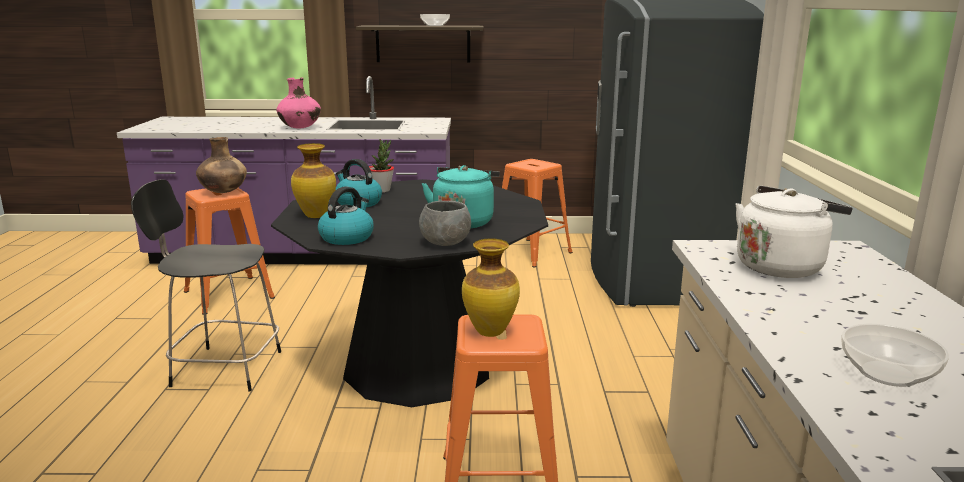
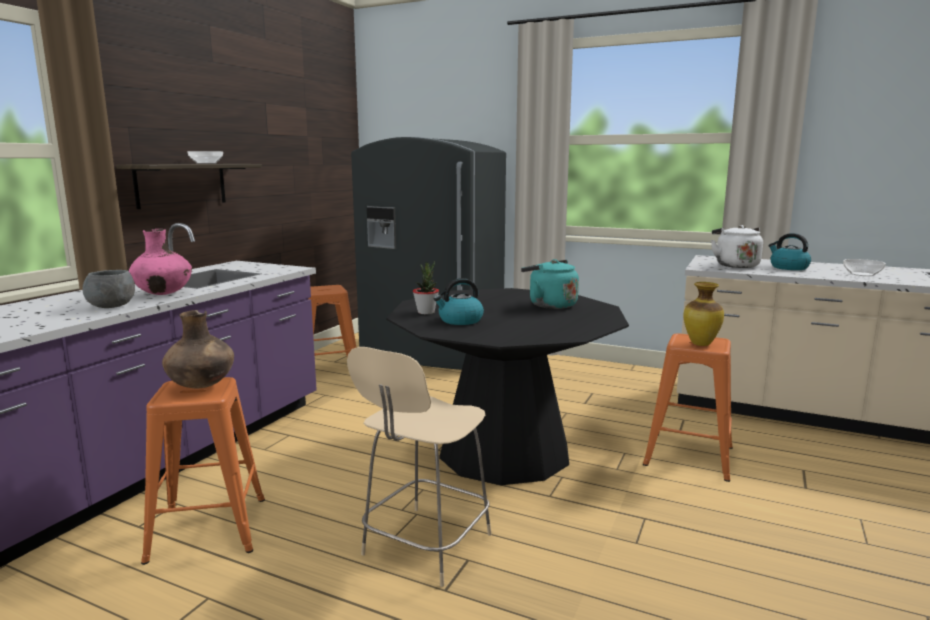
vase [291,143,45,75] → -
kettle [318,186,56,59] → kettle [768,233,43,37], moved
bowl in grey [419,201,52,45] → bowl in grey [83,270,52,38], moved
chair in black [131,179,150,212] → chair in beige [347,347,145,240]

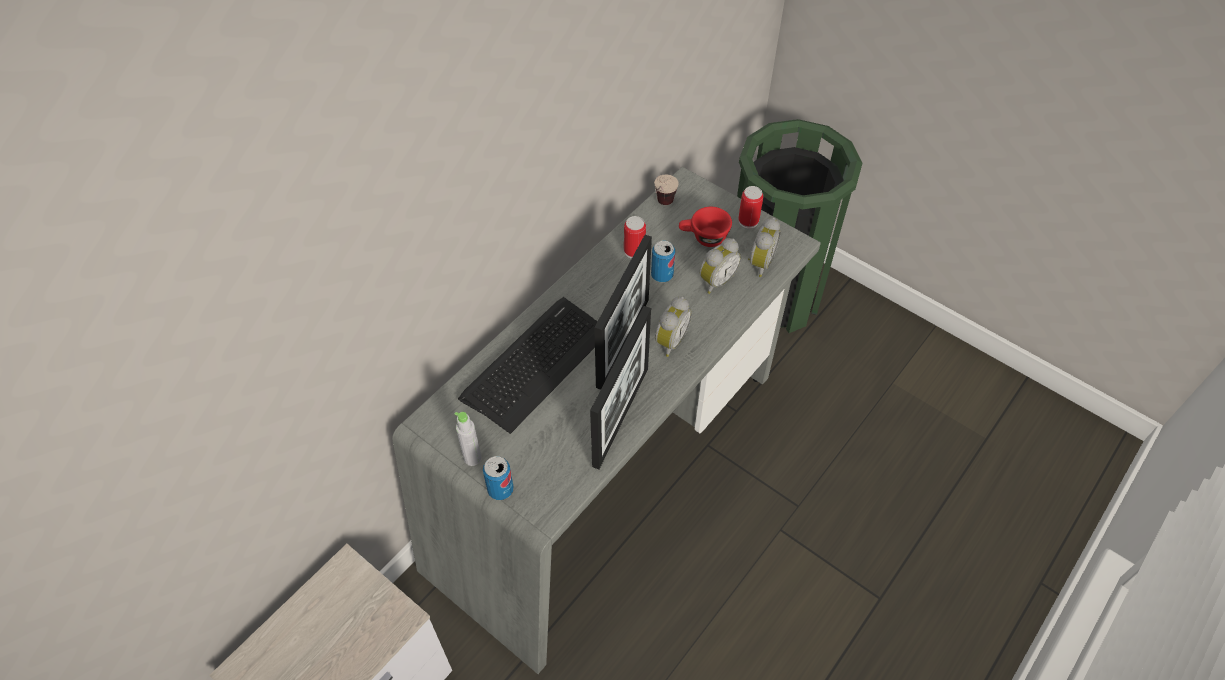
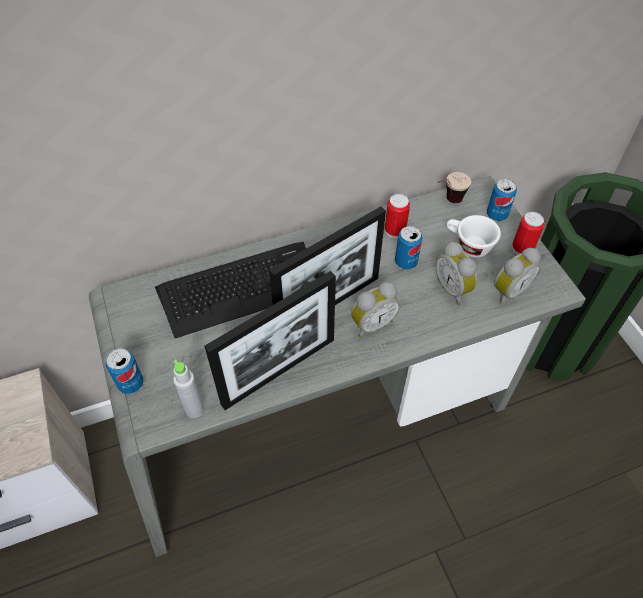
- → can [487,179,30,42]
bottle in grey [454,412,27,54] → bottle in grey [173,360,31,58], moved
cup in red [679,207,53,40] → cup in white [446,215,55,43]
alarm clock [700,238,41,56] → alarm clock [436,242,42,63], 75 degrees clockwise

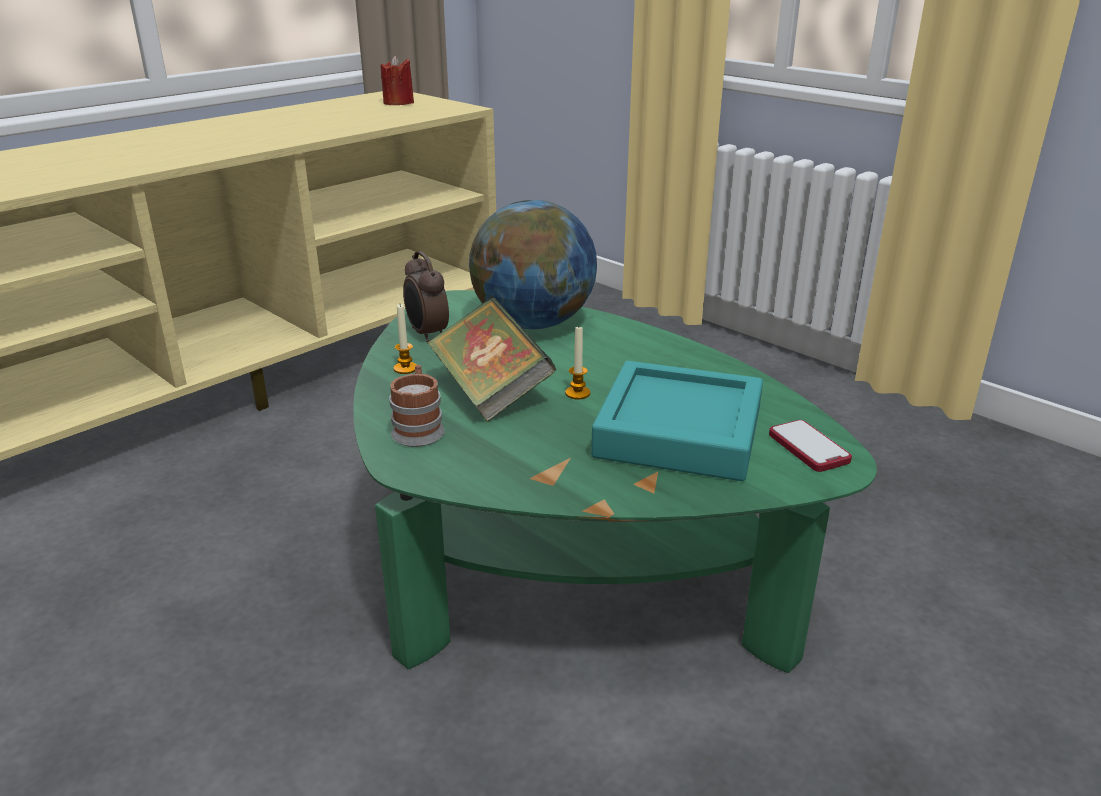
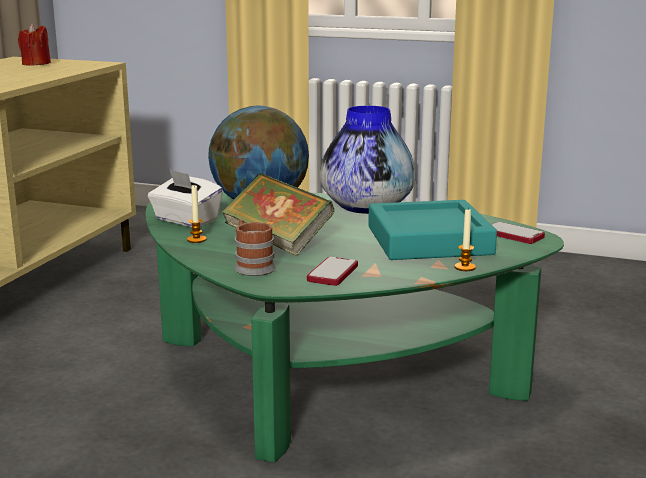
- → phone [307,257,51,29]
- → vase [320,106,96,108]
candle [565,327,25,72] → candle [455,209,21,62], moved
alarm clock [403,251,46,91] → tissue box in white [148,169,75,58]

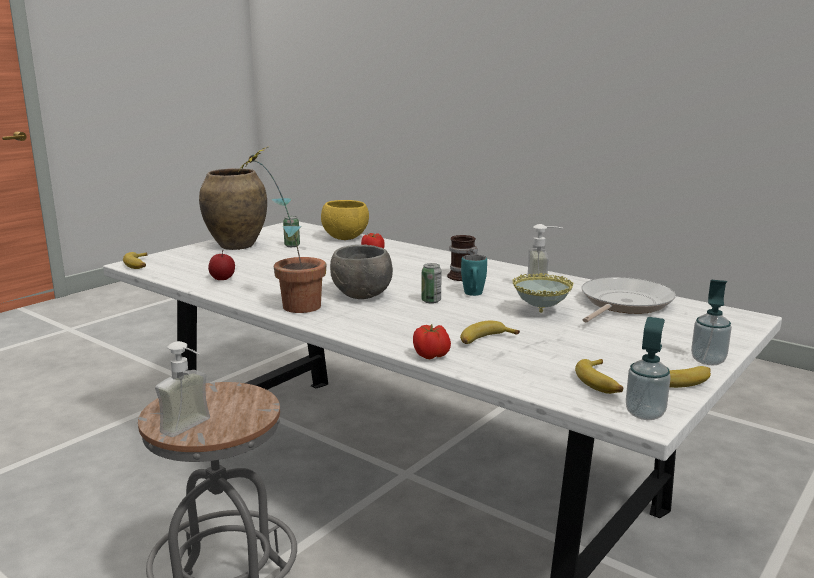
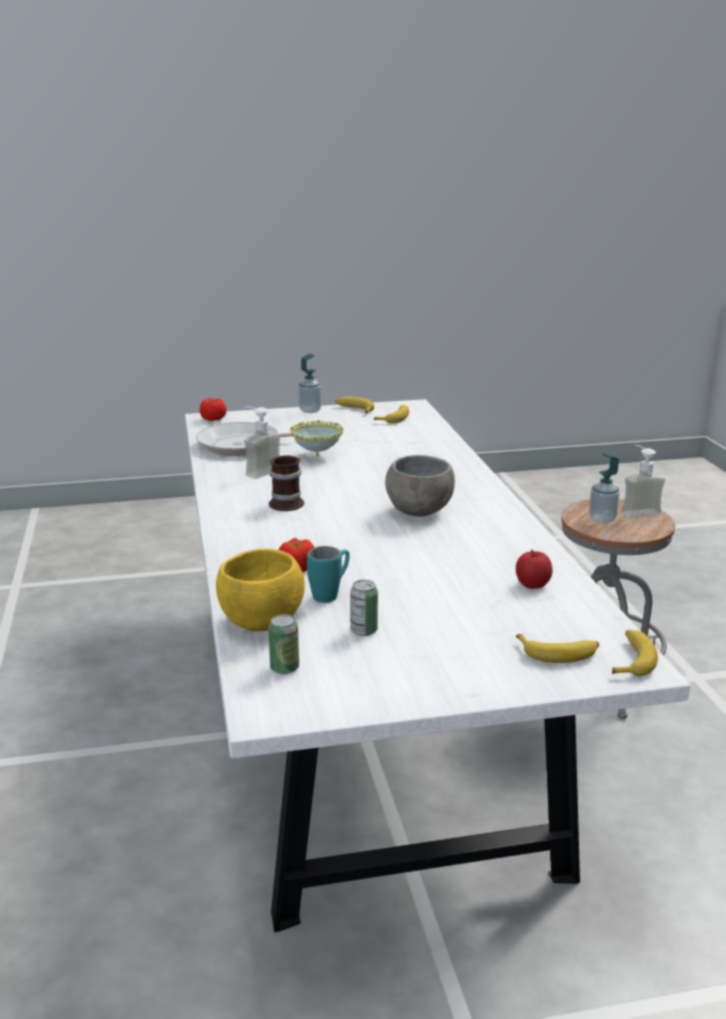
vase in brown [199,168,68,82] → -
potted plant [239,146,87,167] → -
tomato [413,324,38,35] → tomato [200,398,27,23], moved
can [421,263,21,41] → can [268,614,31,60], moved
banana [460,321,60,23] → banana [516,634,83,29], moved
mug in turquoise [461,254,26,42] → mug in turquoise [307,546,43,57], moved
soap dispenser [626,317,45,103] → soap dispenser [589,453,31,71], moved

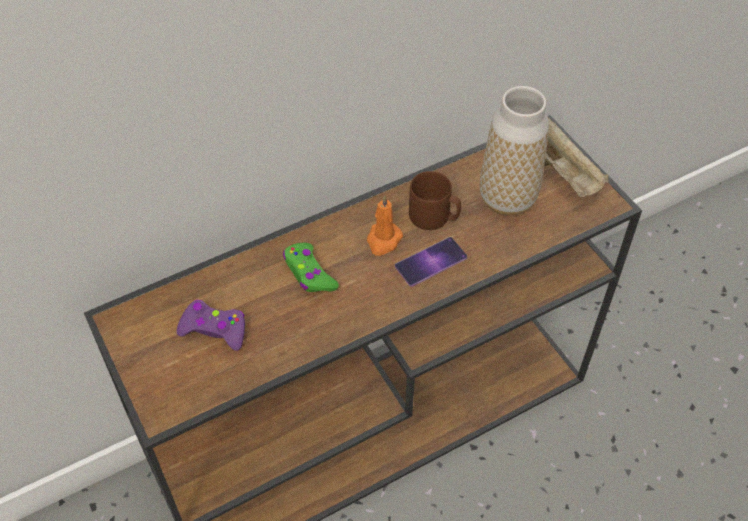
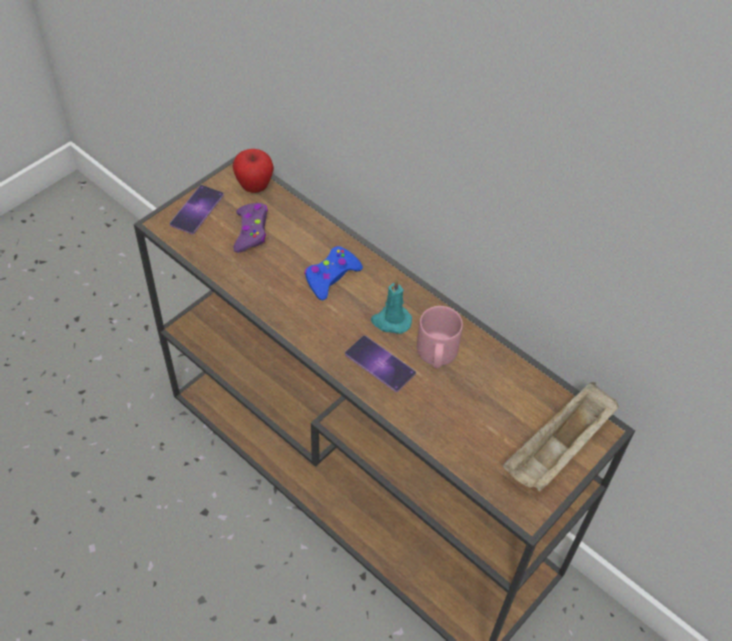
vase [480,86,69,130] → -
- → phone [170,185,54,49]
- → apple [232,149,42,44]
game controller in green [283,243,56,49] → game controller in blue [304,246,59,54]
candle in orange [367,195,36,61] → candle in turquoise [371,279,41,55]
mug in brown [409,171,52,59] → mug in pink [417,306,46,63]

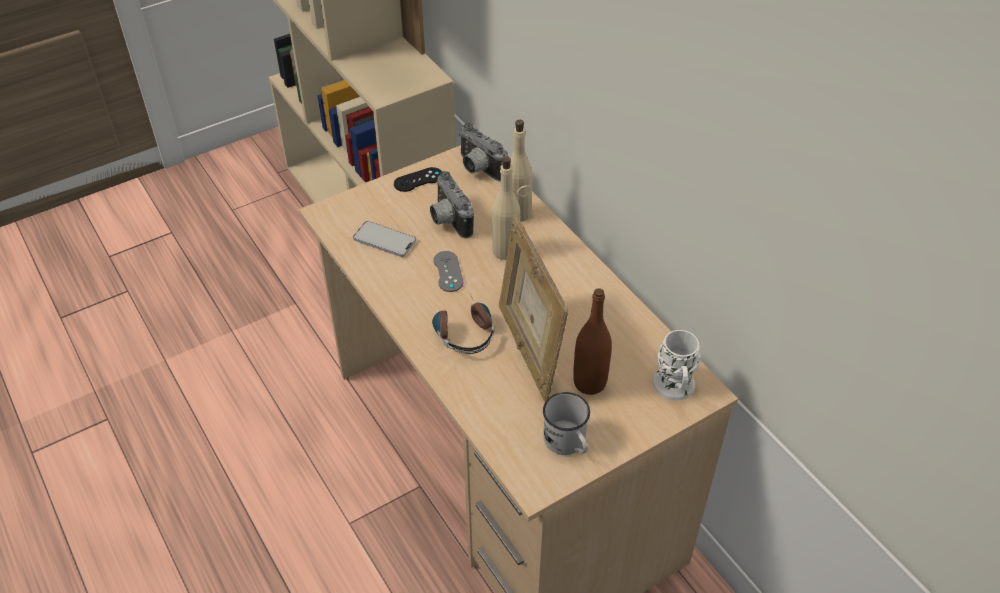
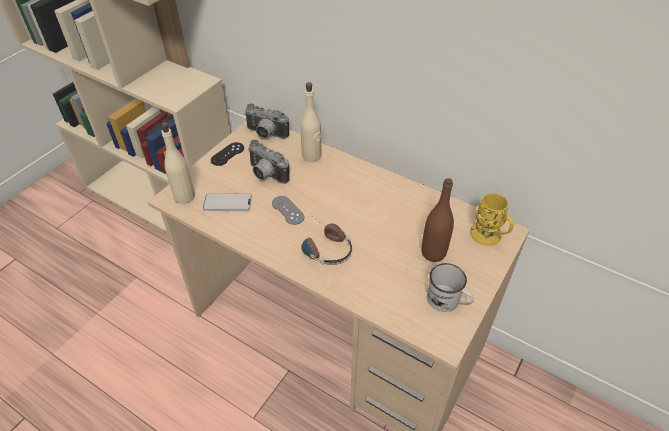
picture frame [499,214,69,188] → -
bottle in beige [492,156,29,104] → bottle in beige [161,122,34,82], moved
mug in white [652,330,49,70] → mug in yellow [470,193,44,52]

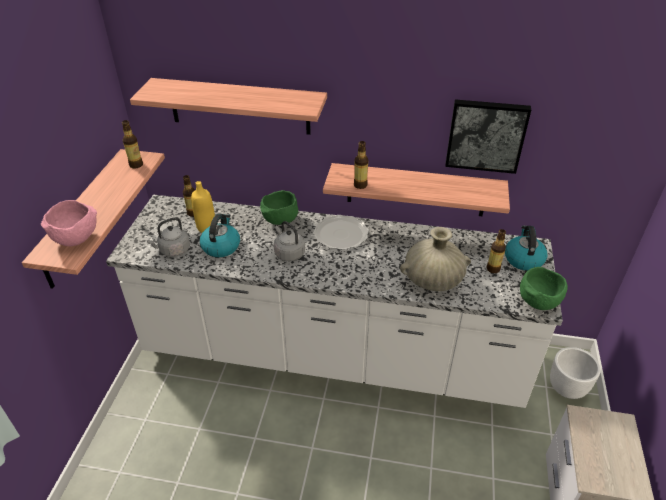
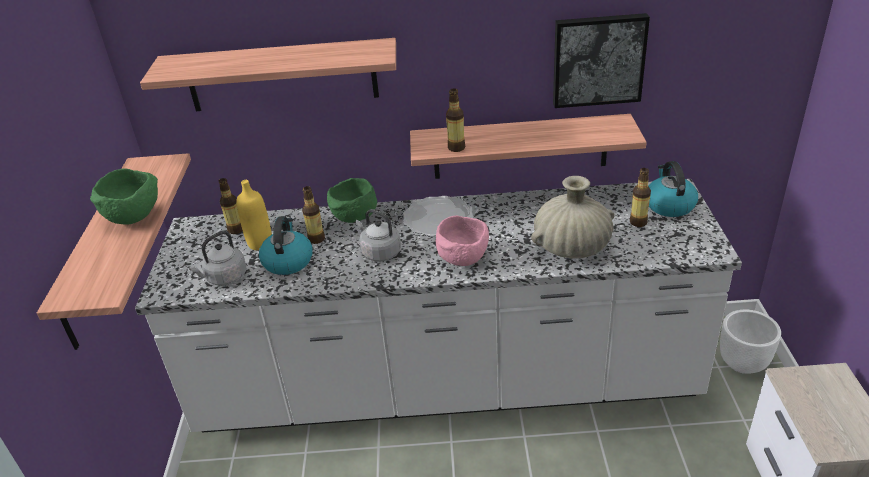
bowl in pink [41,200,56,46] → bowl in pink [436,216,53,50], moved
bottle [122,120,21,48] → bottle [302,186,23,58], moved
bowl in green [520,267,48,43] → bowl in green [90,169,68,55], moved

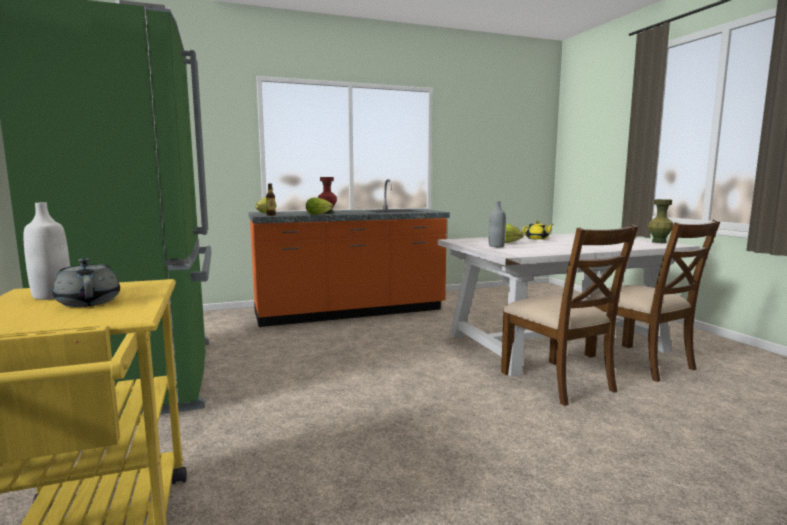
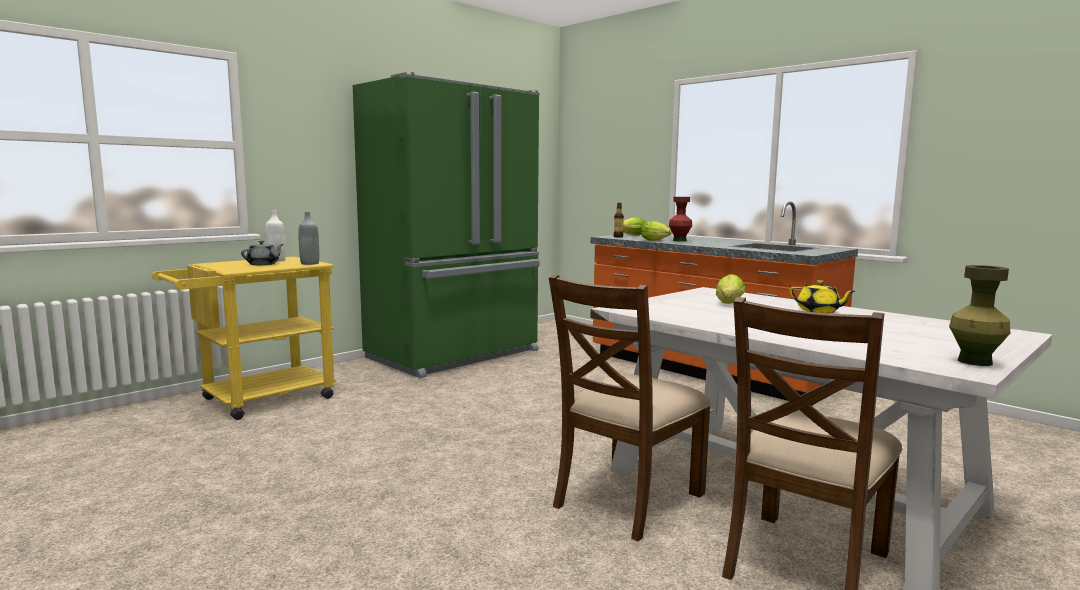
bottle in grey [489,201,17,46] → bottle in grey [299,212,20,53], moved

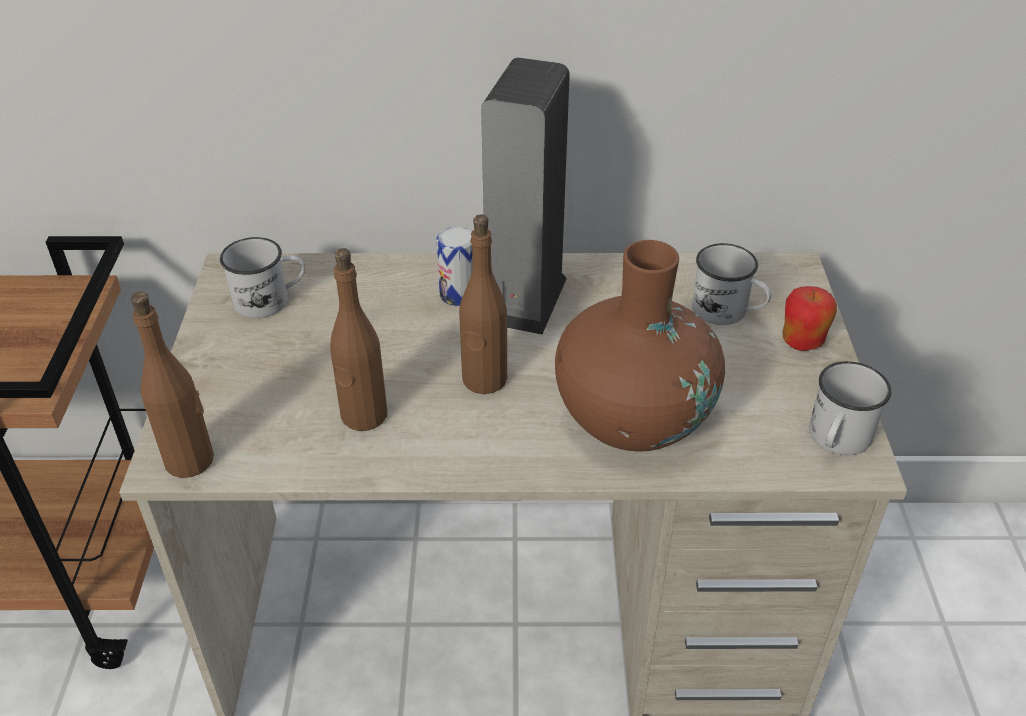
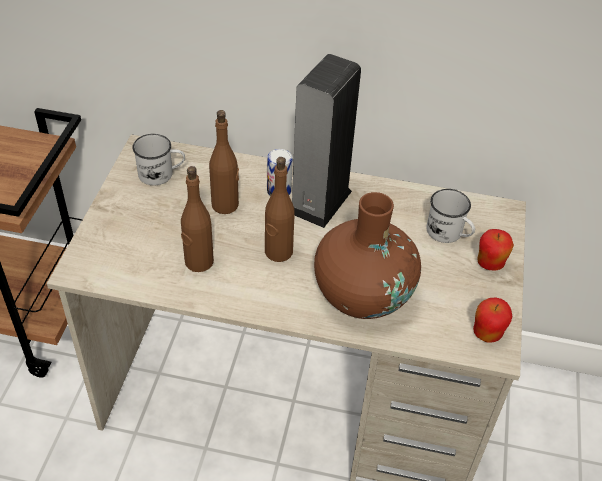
bottle in brown [131,292,83,186] → bottle in brown [209,110,30,104], moved
mug in white [809,361,82,94] → apple [473,297,39,45]

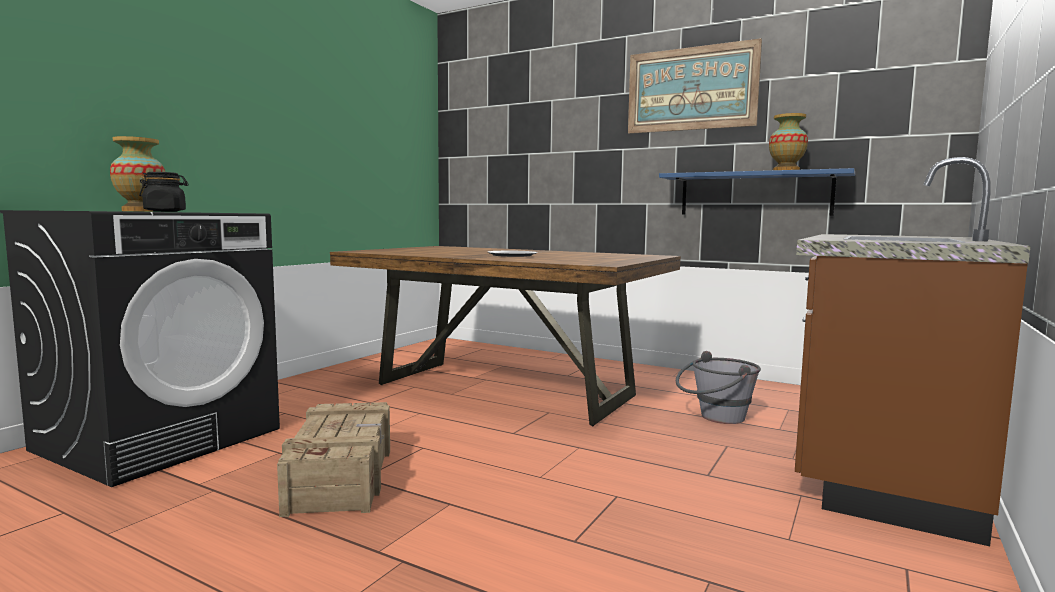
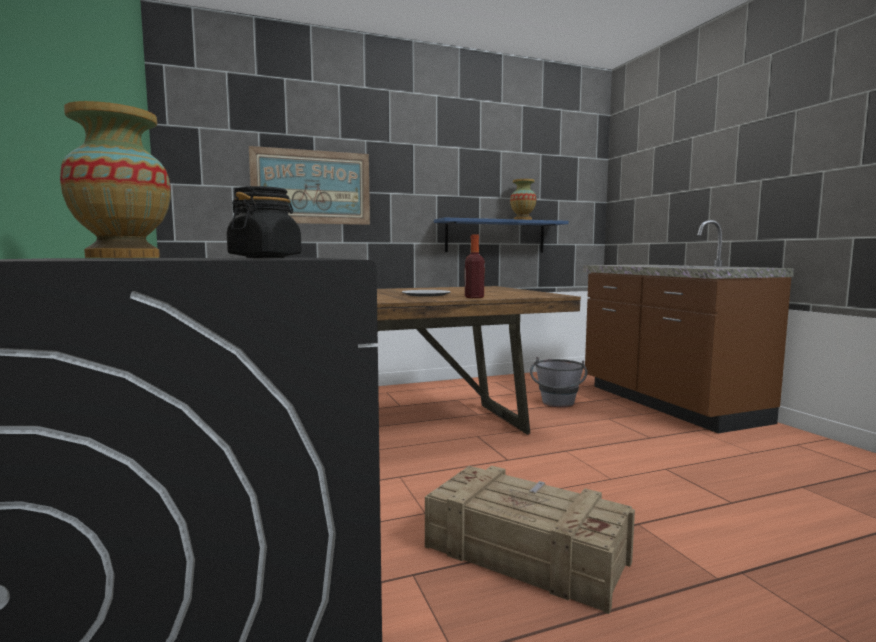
- → bottle [465,234,20,64]
picture [628,38,134,96] → picture [249,146,121,79], moved

